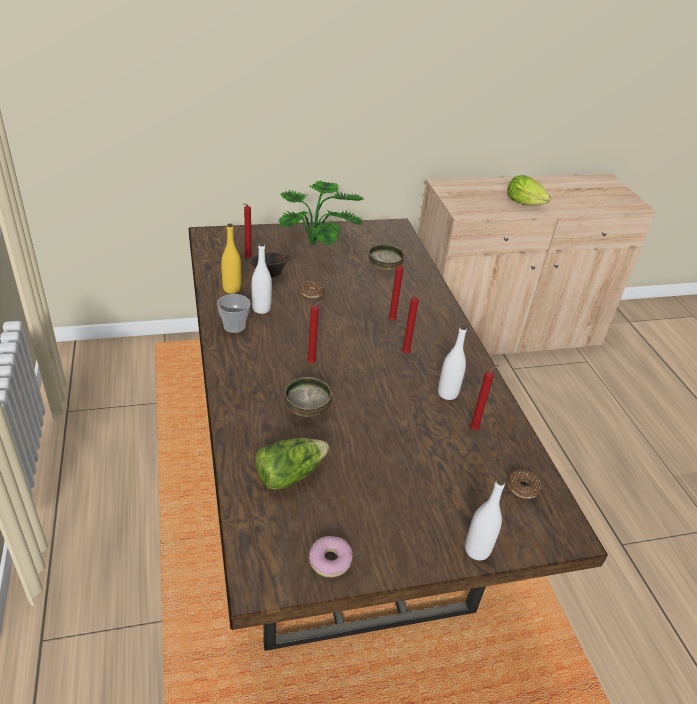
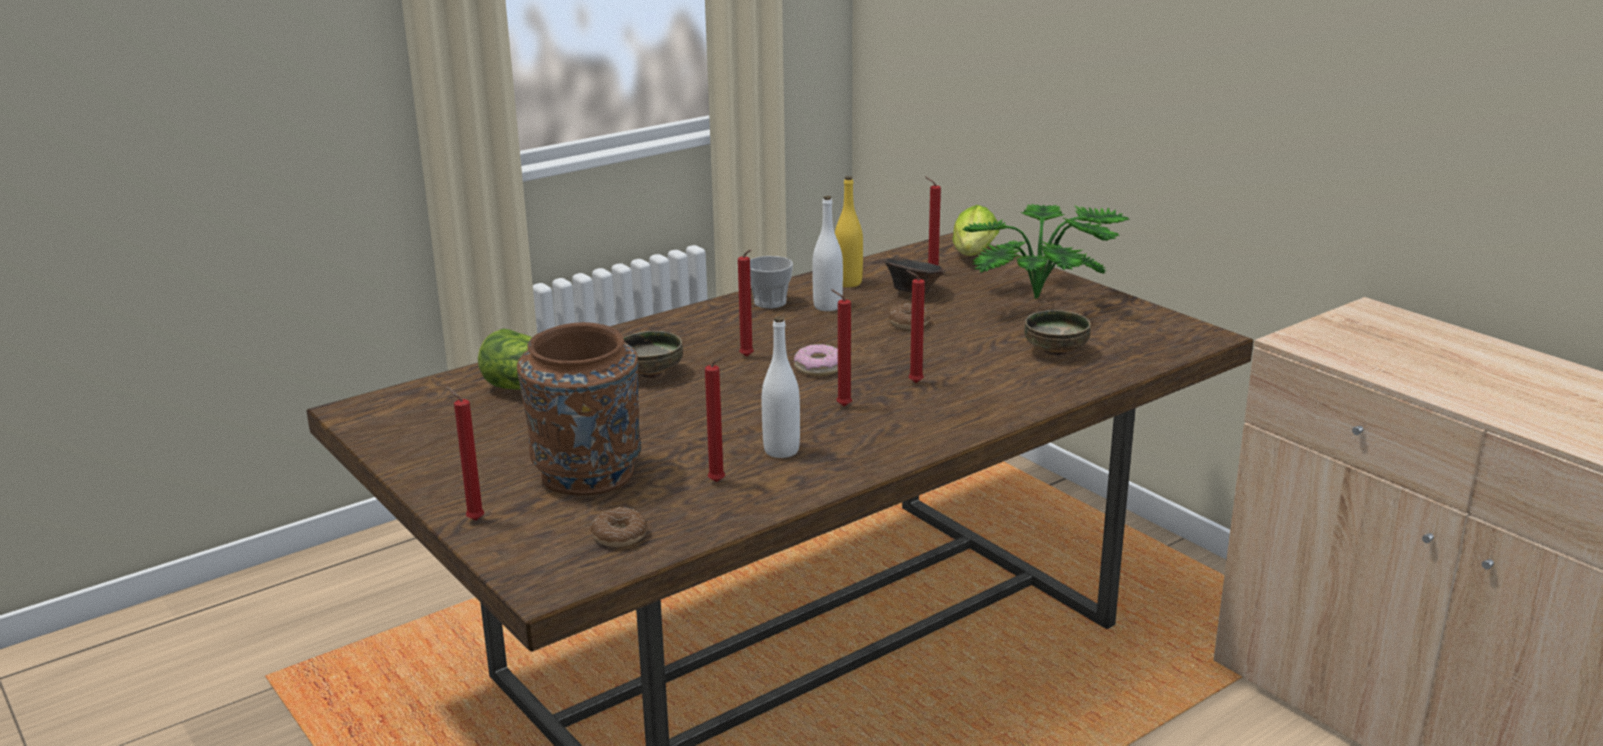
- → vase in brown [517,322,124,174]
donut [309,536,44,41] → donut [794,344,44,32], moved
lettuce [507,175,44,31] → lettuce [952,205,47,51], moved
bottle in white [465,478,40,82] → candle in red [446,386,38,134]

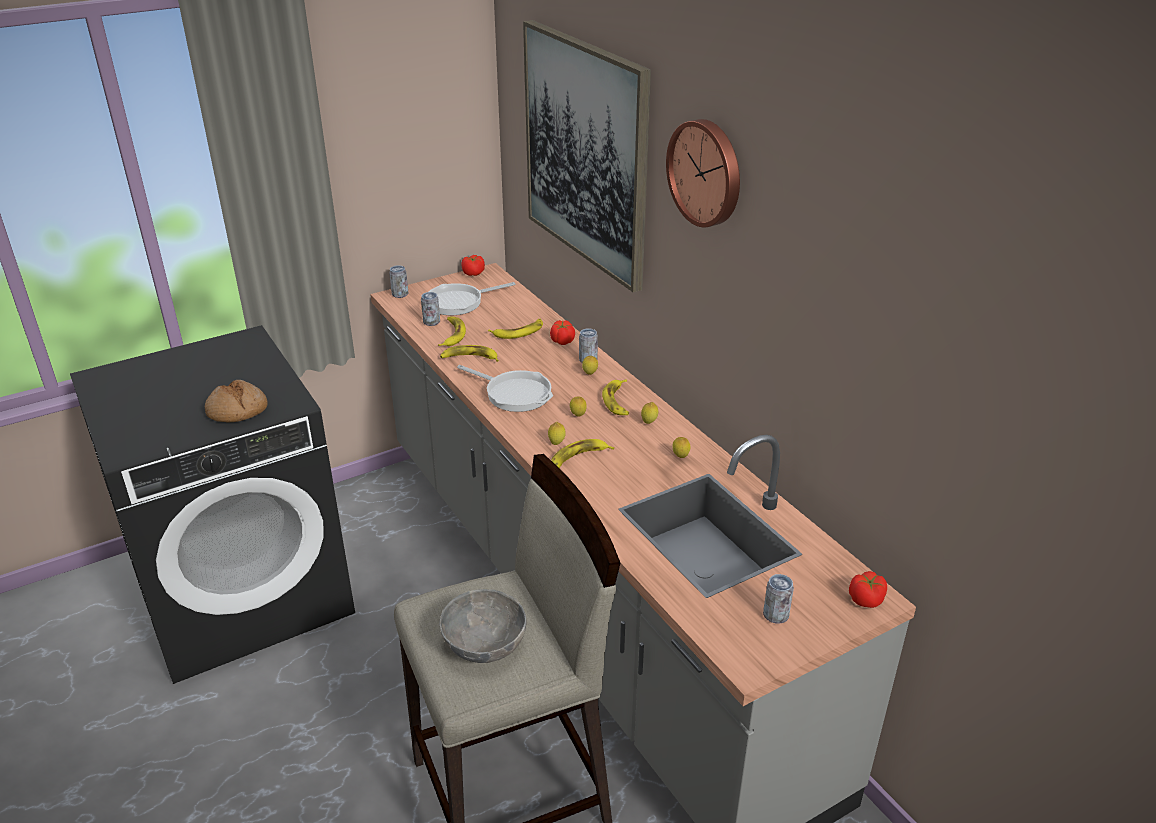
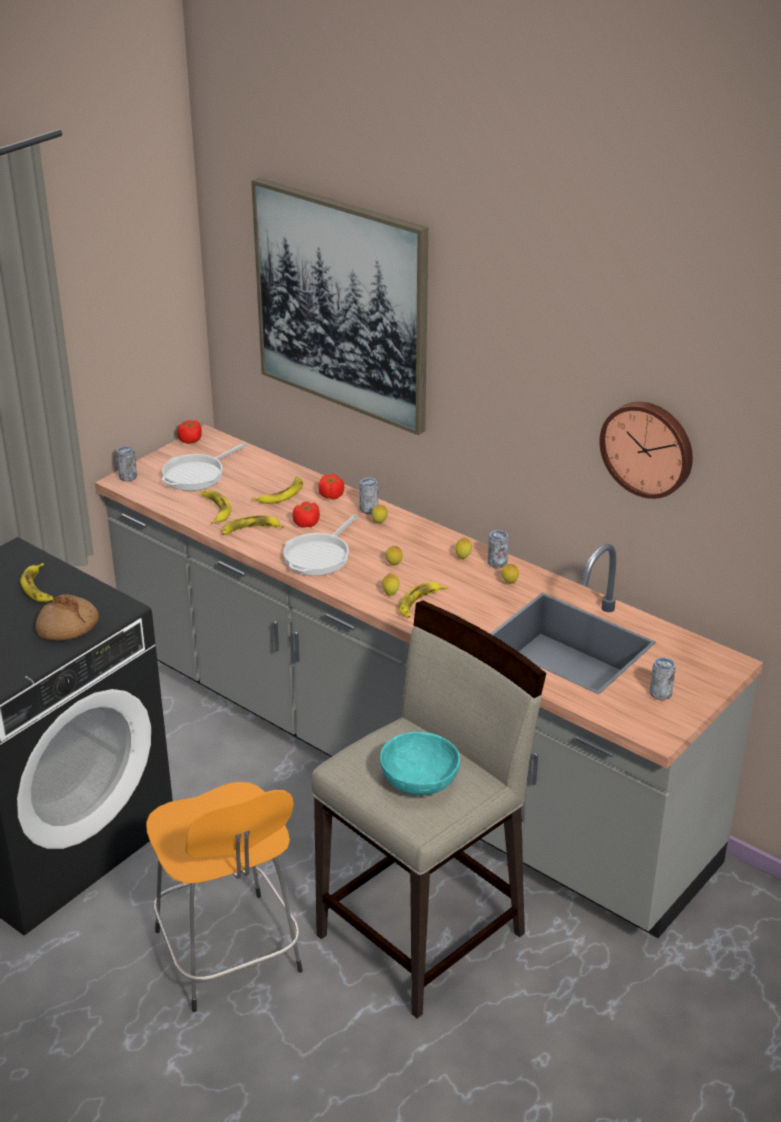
- → stool in orange [146,782,157,230]
can [421,292,19,34] → can [488,530,21,39], moved
banana [602,379,27,36] → banana [20,563,34,39], moved
wall clock [666,119,74,109] → wall clock [599,402,94,97], moved
tomato [849,571,38,37] → tomato [293,502,27,25], moved
bowl in grey [439,589,88,74] → bowl in turquoise [380,732,80,63]
frying pan [457,365,97,47] → frying pan [283,514,75,62], 105 degrees clockwise

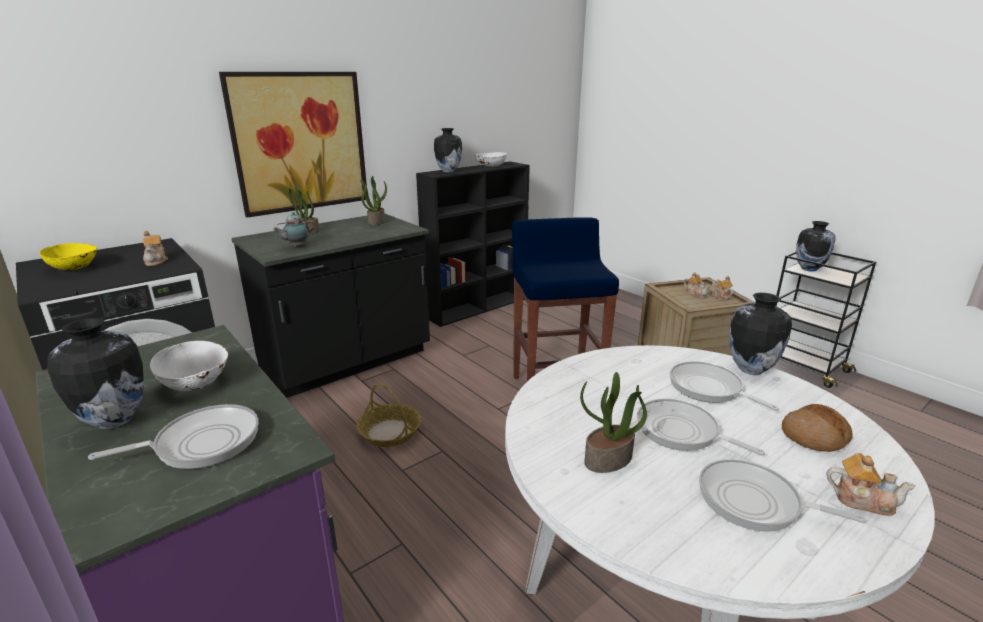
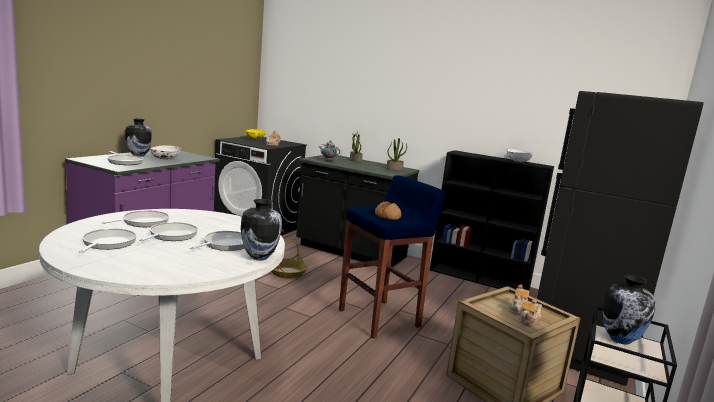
picture [219,72,148,146] → -
vase [434,128,28,45] → -
teapot [826,453,90,63] → -
- → fridge in black [537,91,167,295]
bread [782,404,71,48] → bread [375,202,26,18], moved
potted plant [580,372,67,101] → frying pan [102,210,67,17]

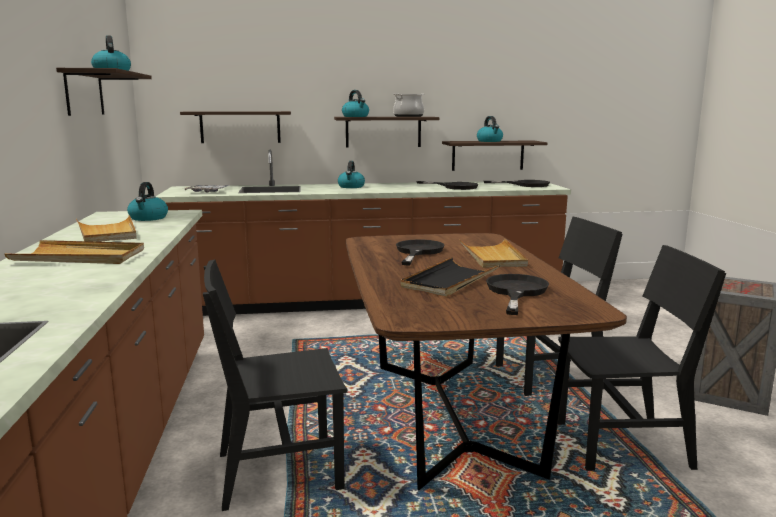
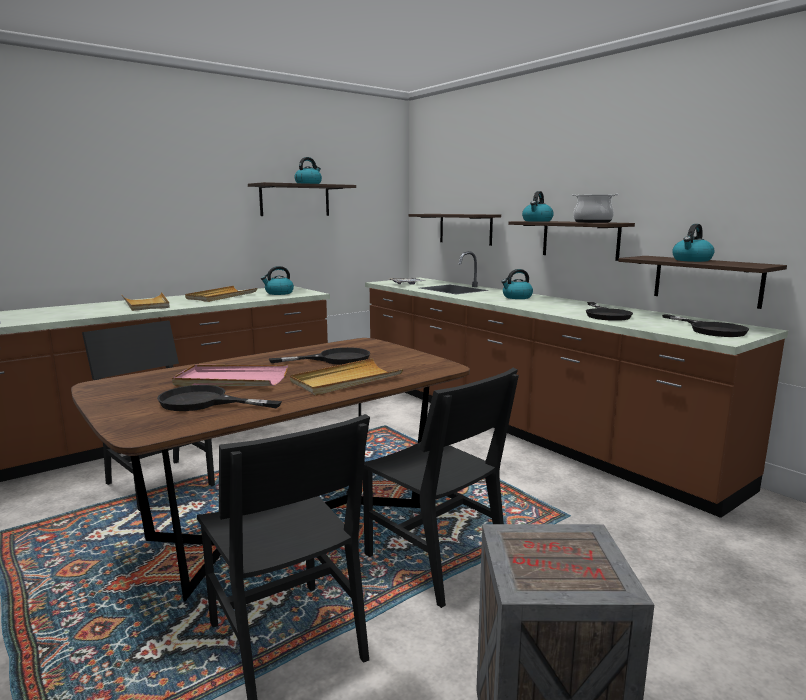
tray in black [401,257,99,40] → tray in pink [172,365,116,21]
frying pan in black [486,274,63,41] → frying pan in black [157,385,125,26], 150 degrees counterclockwise

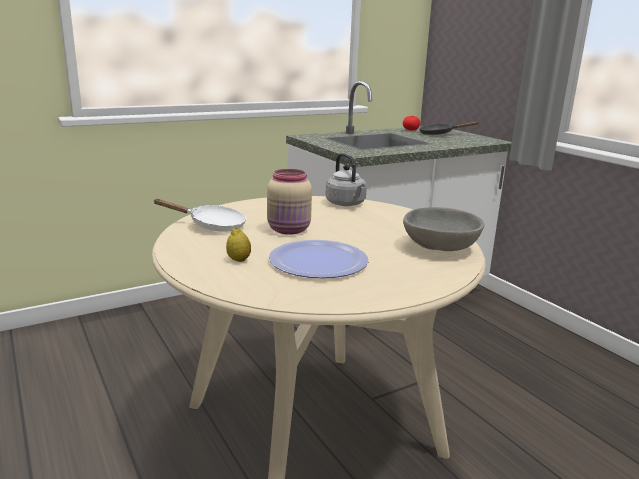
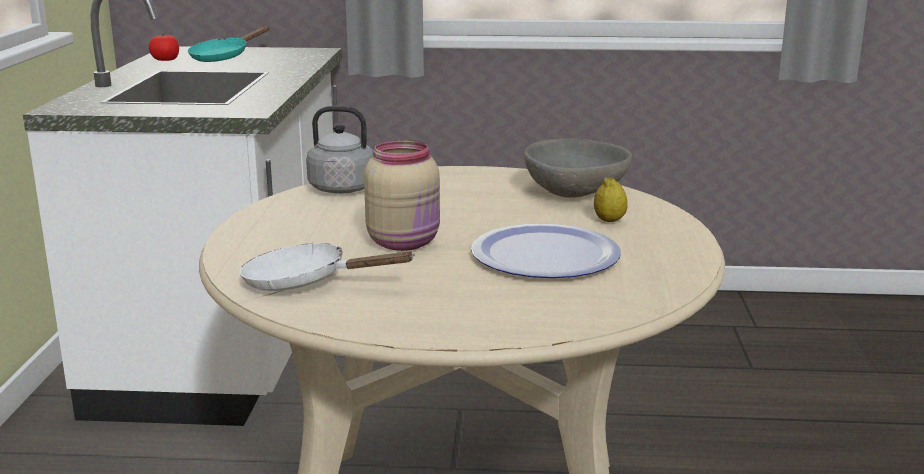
lemon [226,228,25,34] → lemon [594,177,34,45], moved
frying pan in black [419,122,60,13] → frying pan in turquoise [188,26,81,36]
frying pan in white [153,199,93,33] → frying pan in white [239,243,176,48], 120 degrees counterclockwise

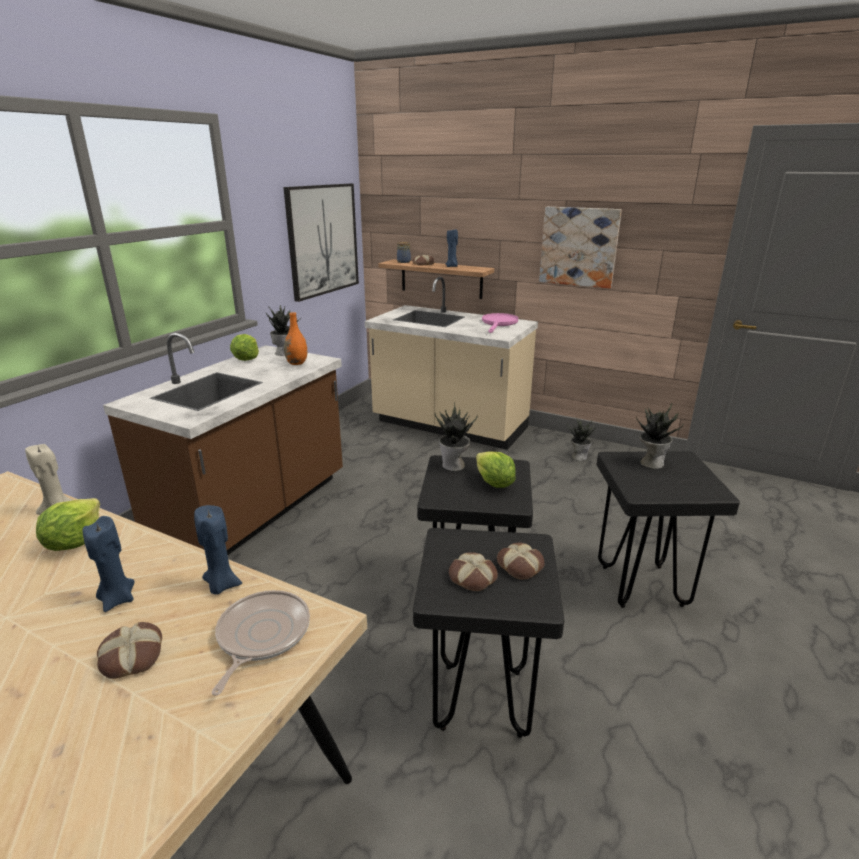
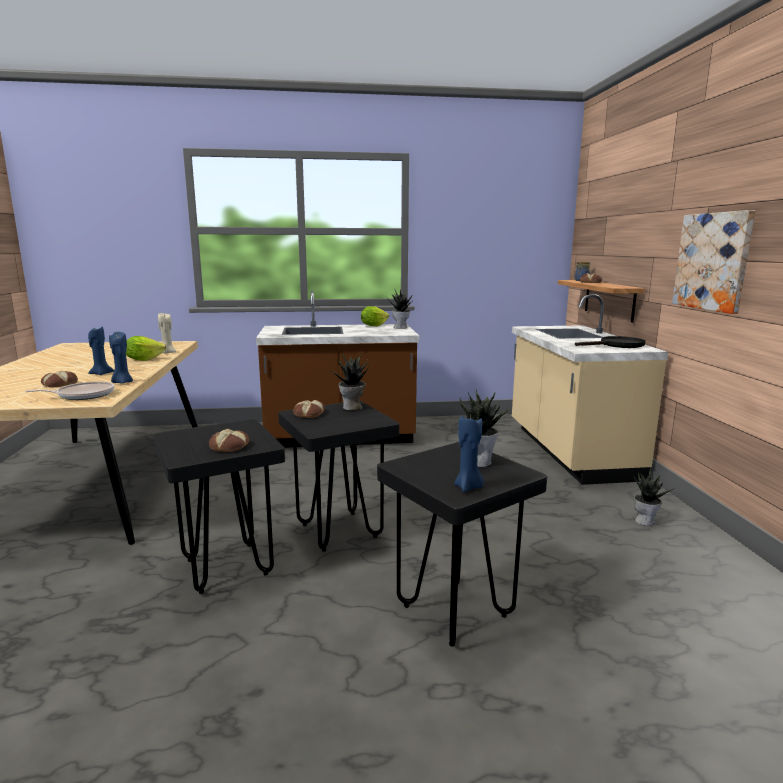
picture [283,184,76,118] → -
vase in orange [284,312,23,53] → -
lettuce [476,452,40,36] → -
candle in blue [446,229,12,38] → candle in blue [454,416,30,76], moved
bread [449,552,49,39] → bread [293,400,32,18], moved
frying pan in pink [482,313,36,20] → frying pan in black [575,336,71,12]

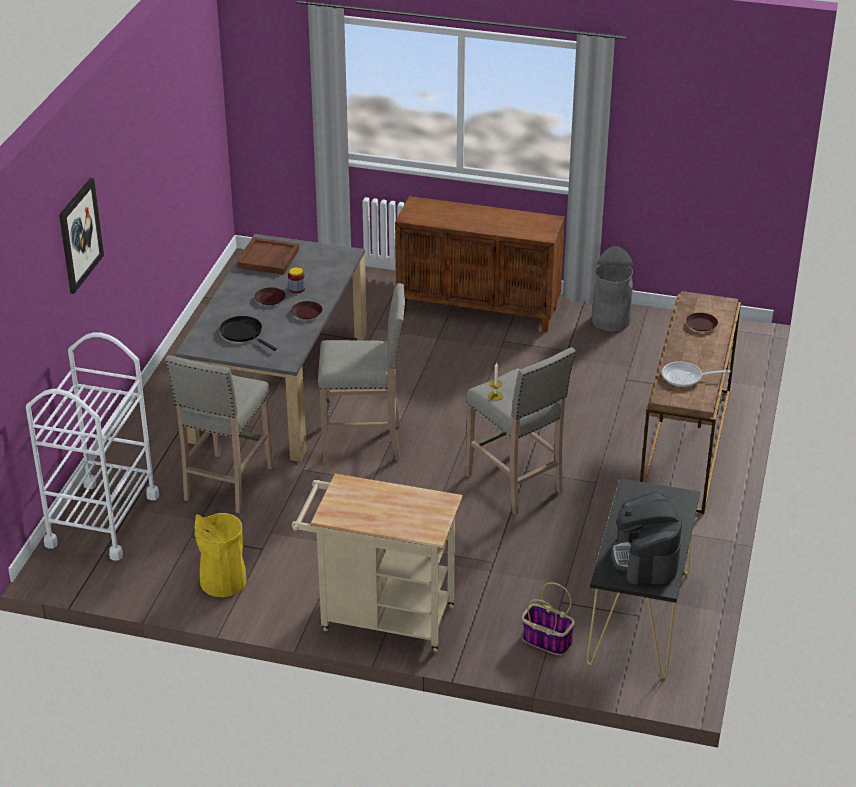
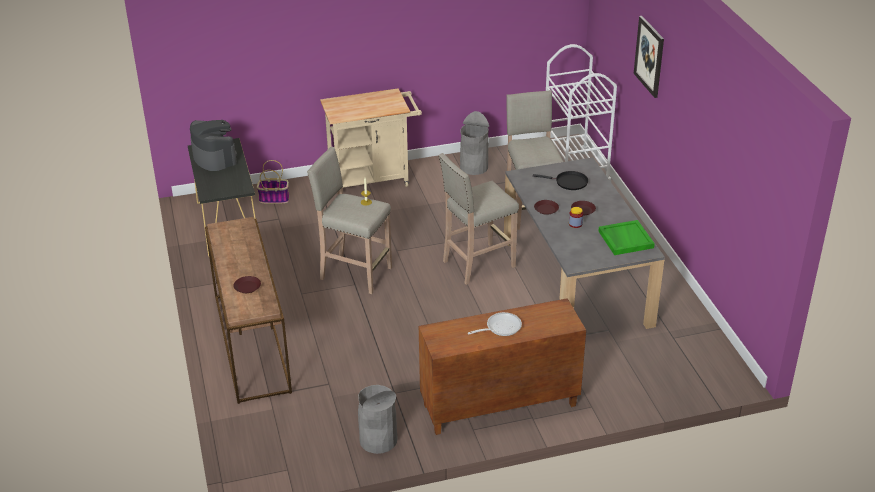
frying pan [662,361,69,26] → frying pan [468,312,54,24], moved
trash can in yellow [195,513,52,84] → trash can in grey [460,111,29,64]
tray in brown [237,237,62,38] → tray in green [598,220,57,35]

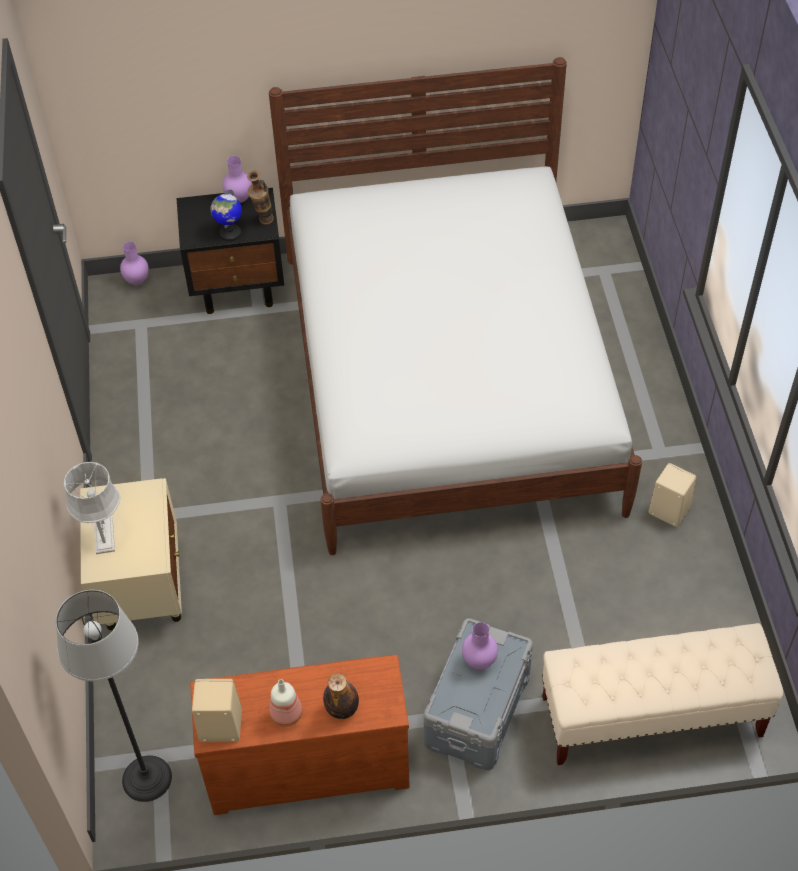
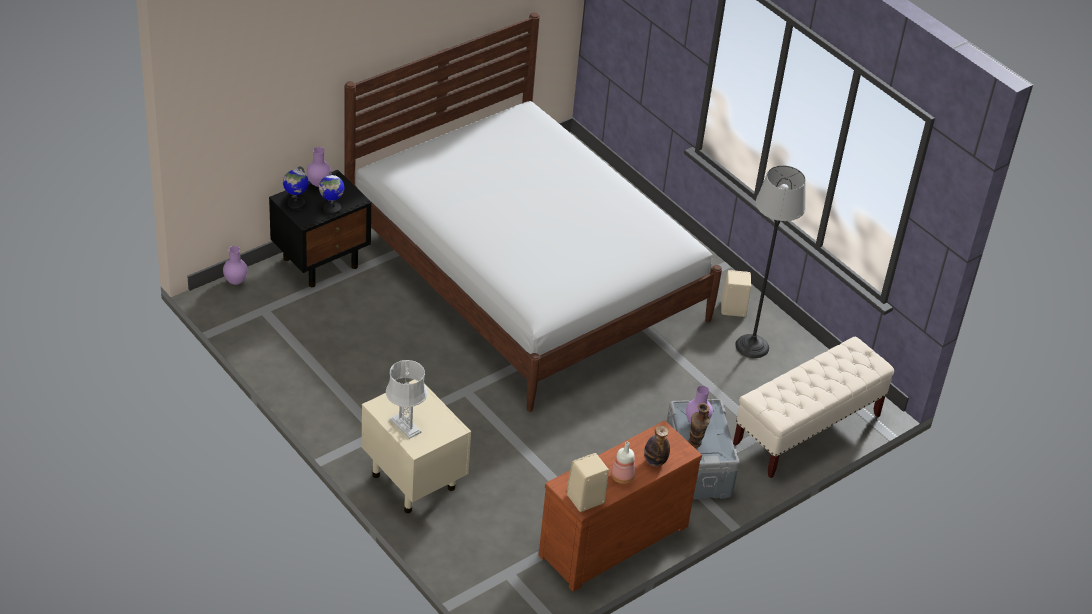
- → globe [283,166,26,44]
floor lamp [56,590,116,212] → floor lamp [735,165,71,193], moved
vase [247,171,27,54] → vase [688,403,22,45], moved

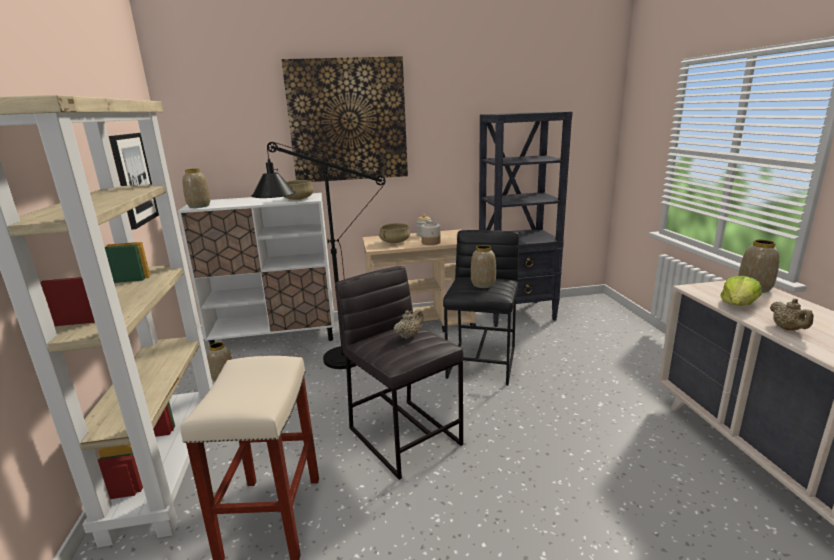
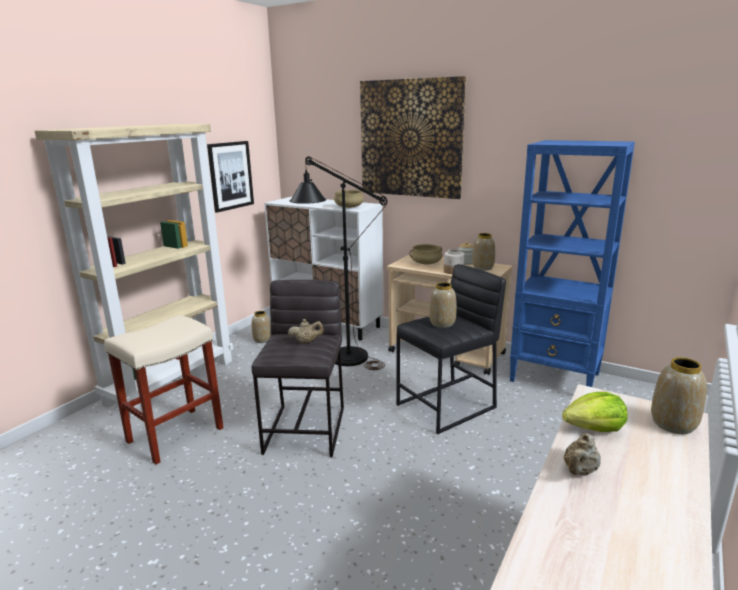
vase [182,169,28,39] → vase [472,233,23,38], moved
bookcase in black [479,112,94,215] → bookcase in blue [510,140,125,247]

